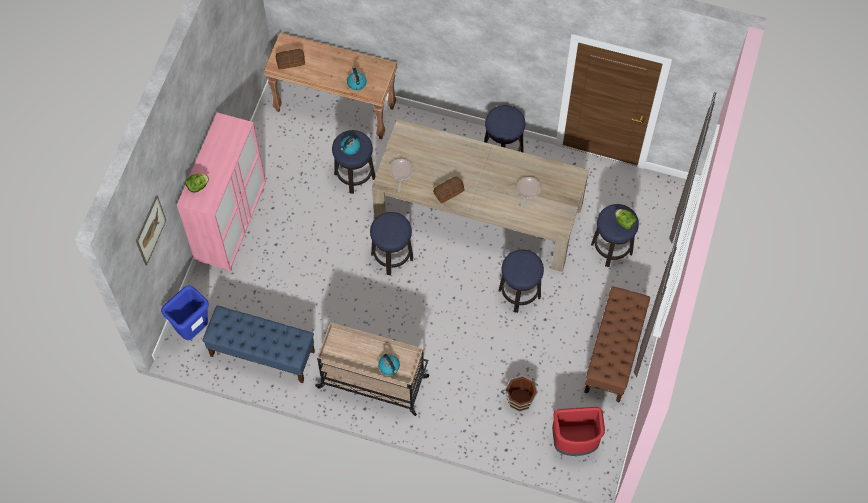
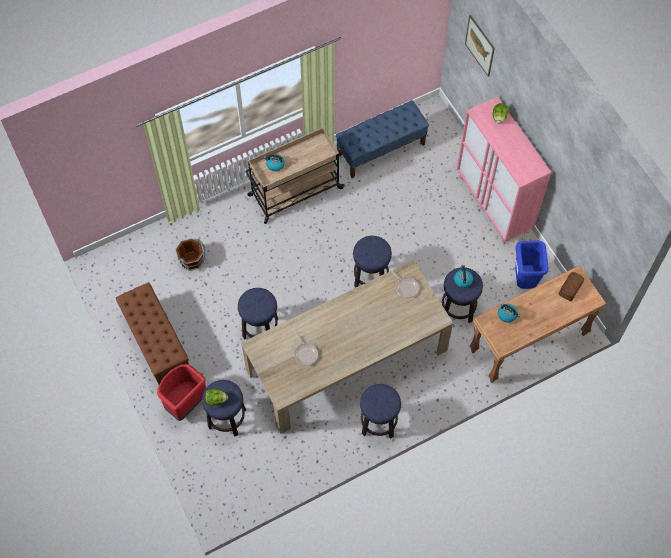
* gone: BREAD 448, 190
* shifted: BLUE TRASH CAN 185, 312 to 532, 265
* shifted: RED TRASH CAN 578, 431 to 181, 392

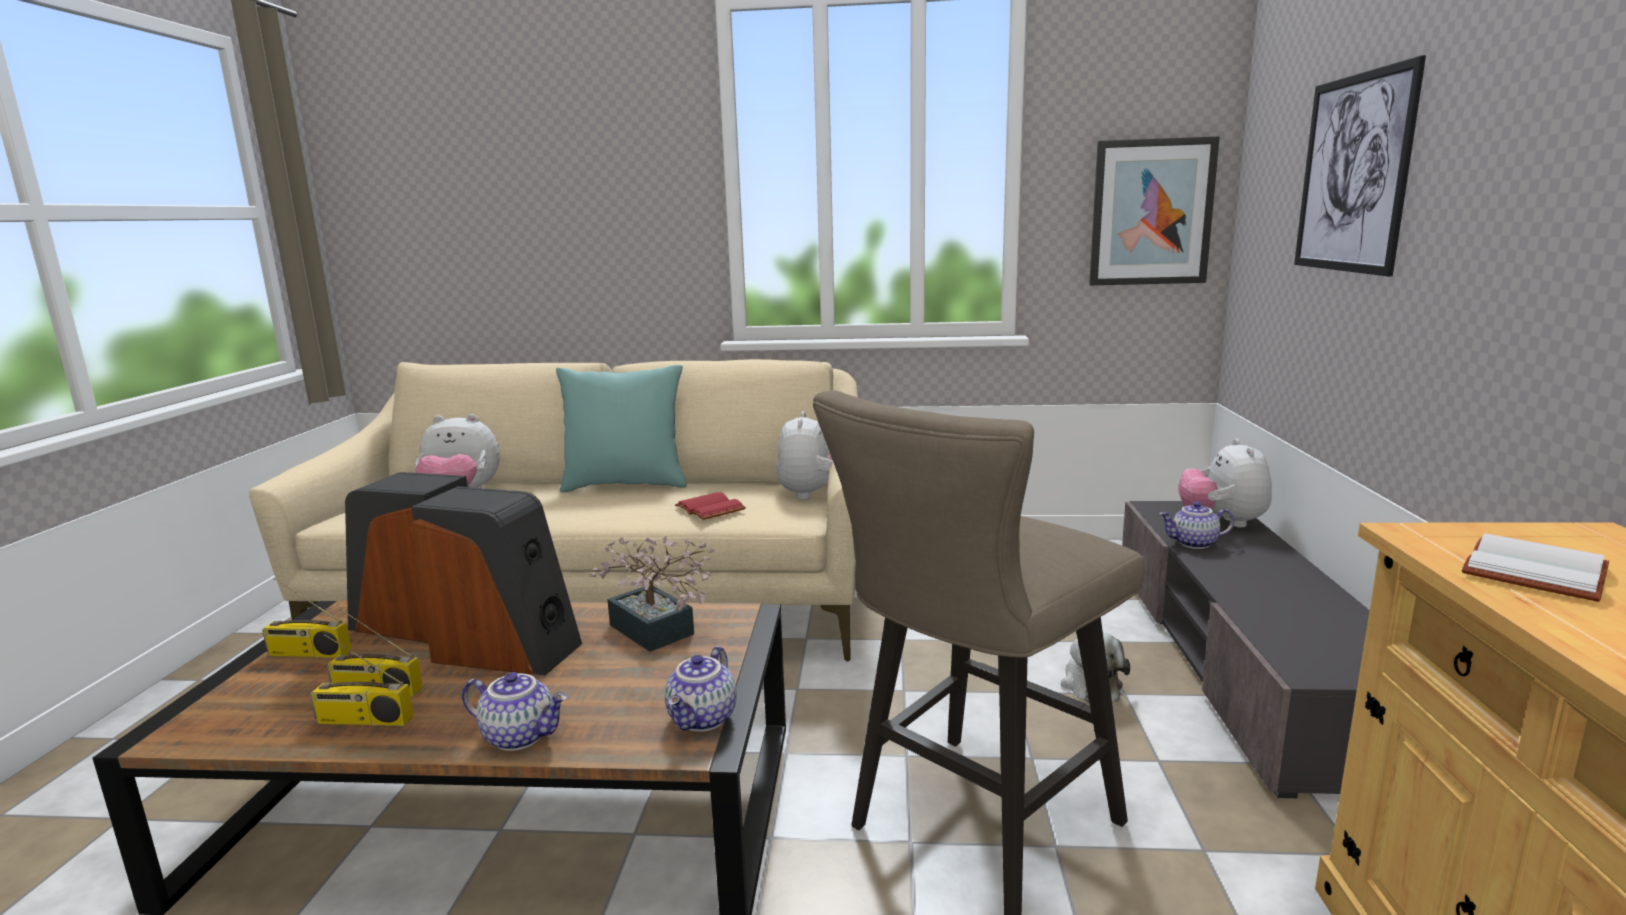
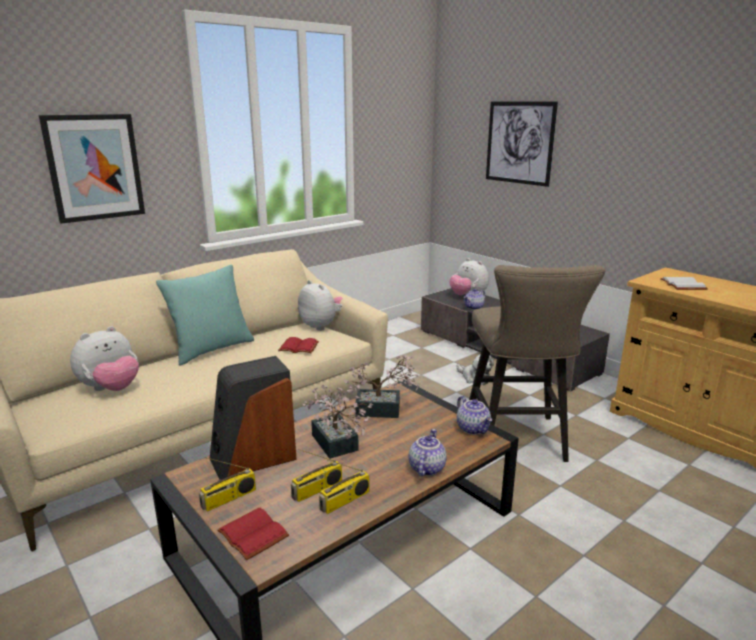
* new: RED BOOK 253, 534
* shifted: PICTURE 1154, 210 to 92, 169
* swapped: SPEAKER 496, 581 to POTTED PLANT 338, 422
* rotated: TEAPOT 514, 711 = 428, 452 45 degrees counterclockwise

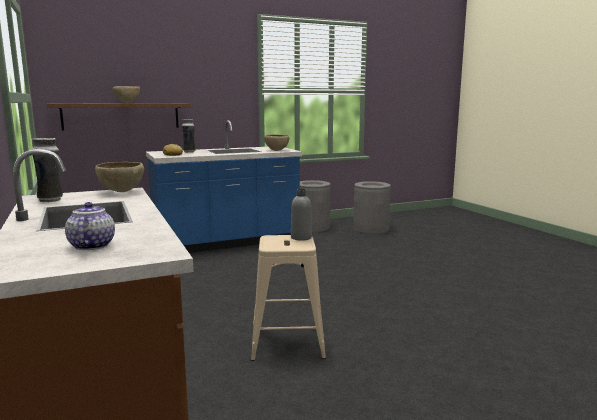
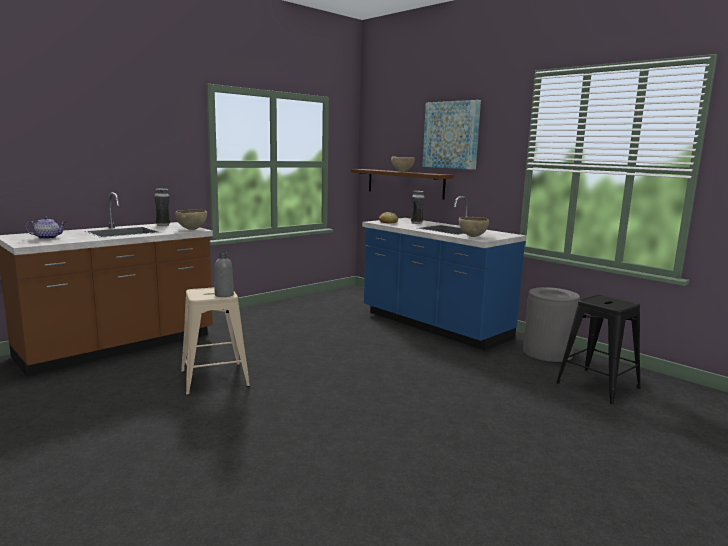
* new: PICTURE 451, 135
* swapped: GREY TRASH CAN 372, 207 to BLACK STOOL 598, 349

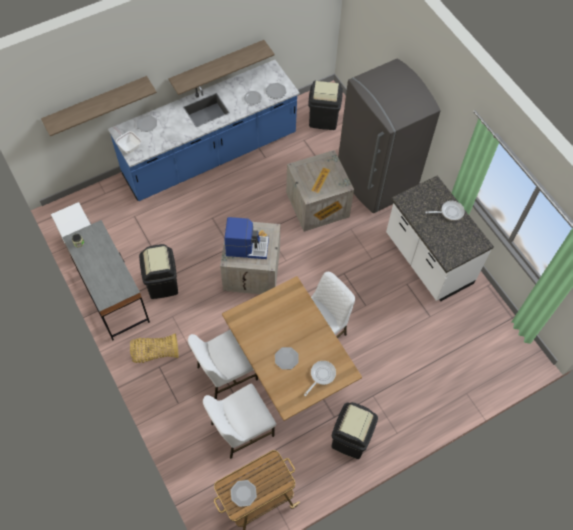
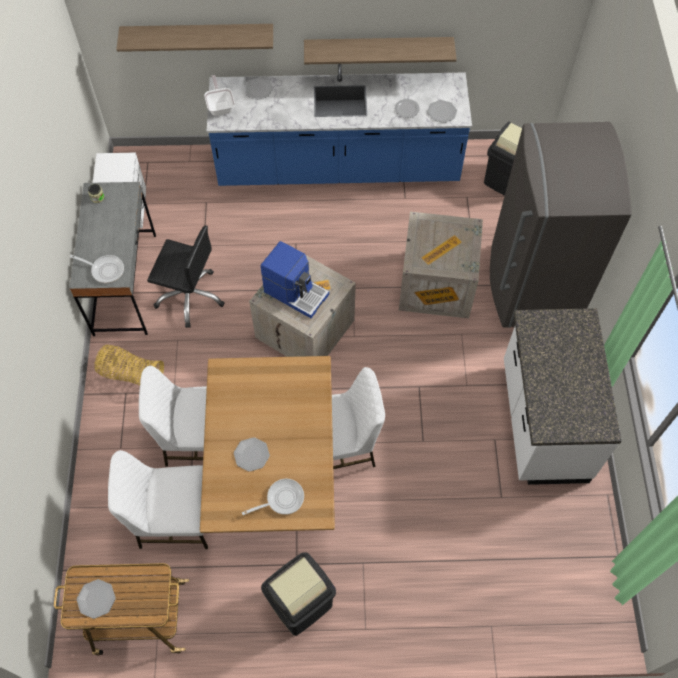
* shifted: FRYING PAN 445, 211 to 97, 269
* swapped: BLACK TRASH CAN 158, 271 to BLACK OFFICE CHAIR 186, 276

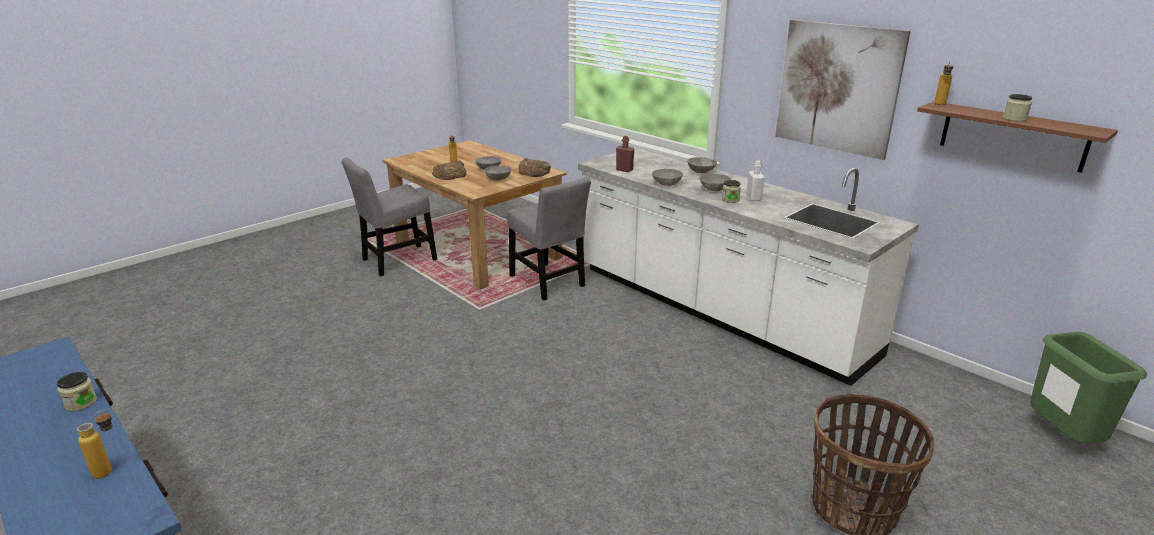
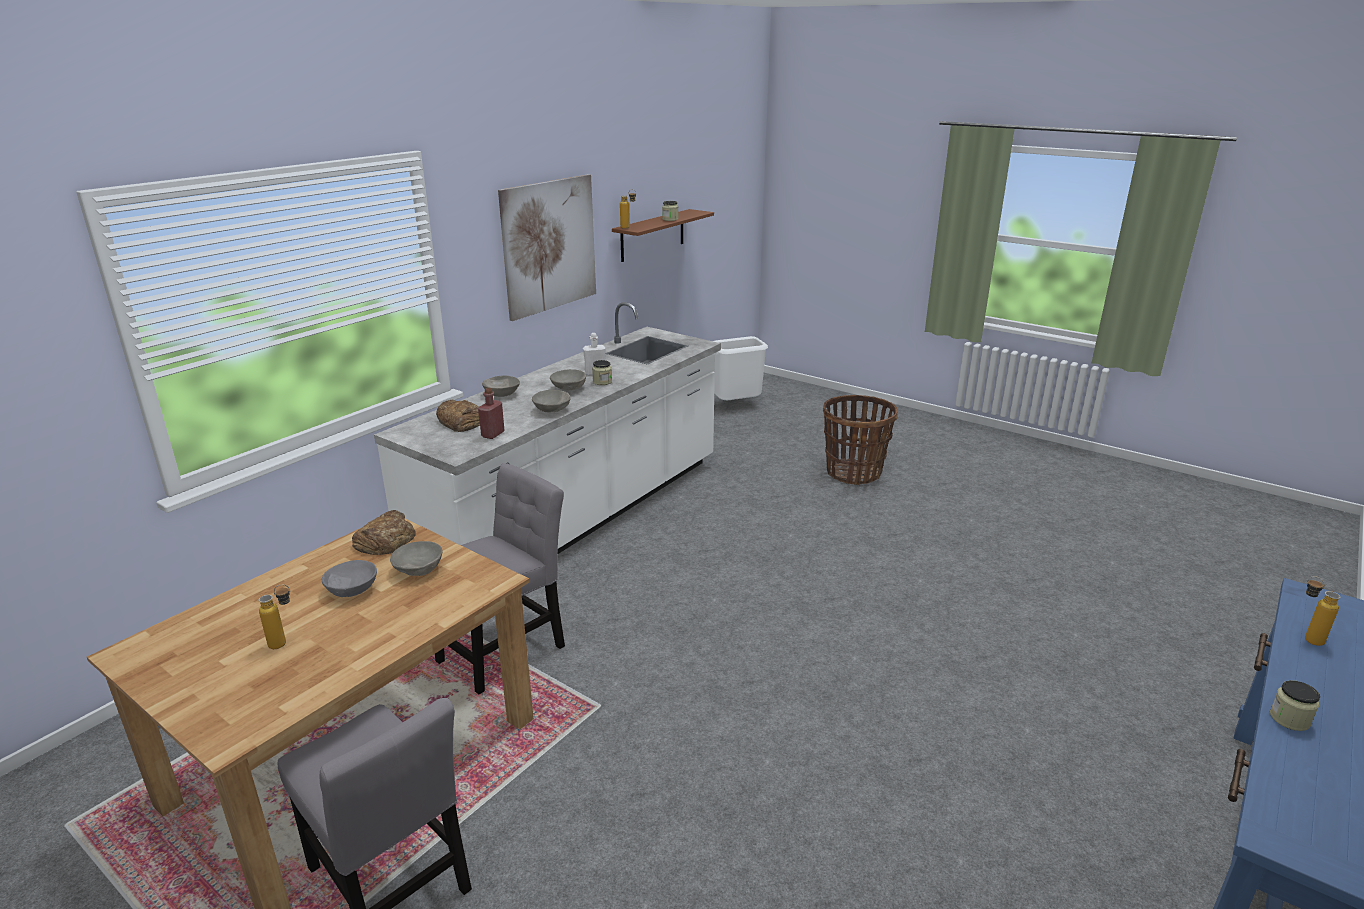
* shifted: BREAD 449, 170 to 458, 416
* repainted: GREEN TRASH CAN 1088, 387 to WHITE TRASH CAN 740, 368

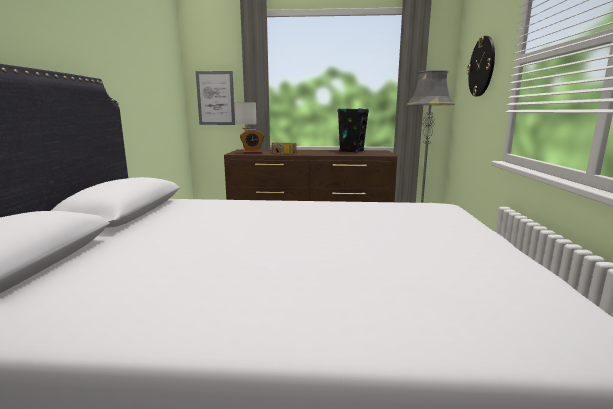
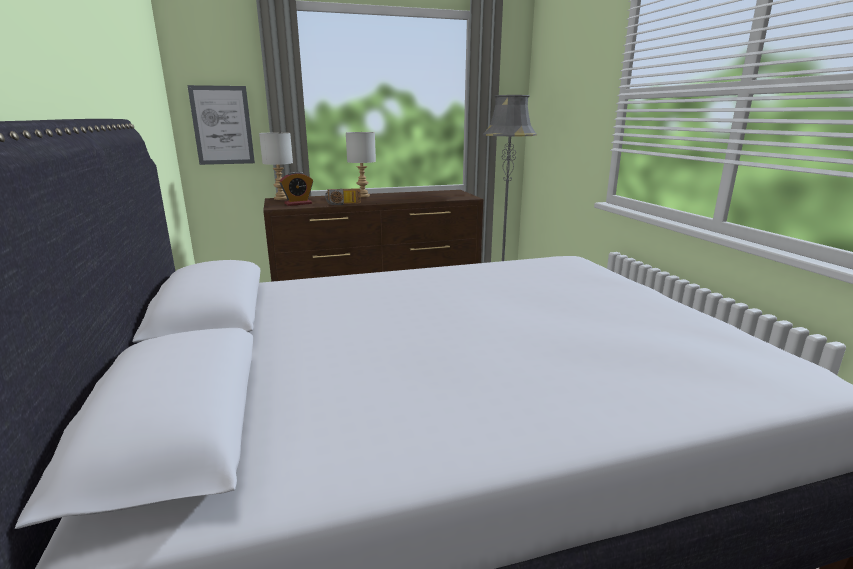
* gone: BLACK SPEAKER 353, 130
* gone: WALL CLOCK 481, 66
* new: GREY TABLE LAMP 361, 164

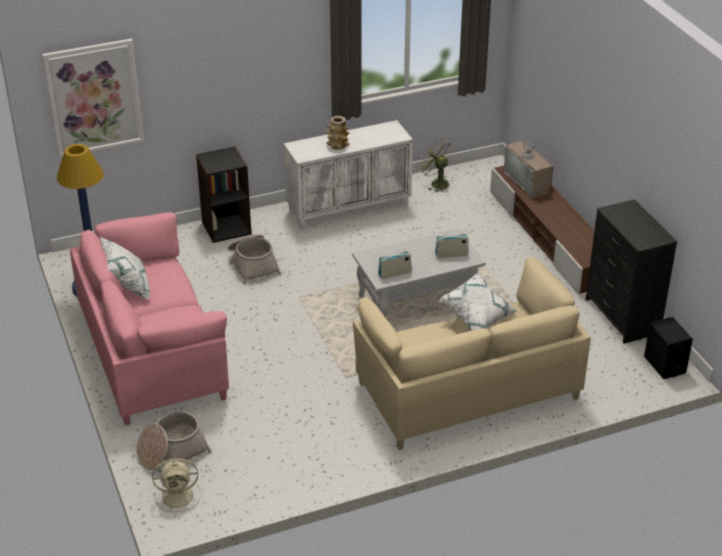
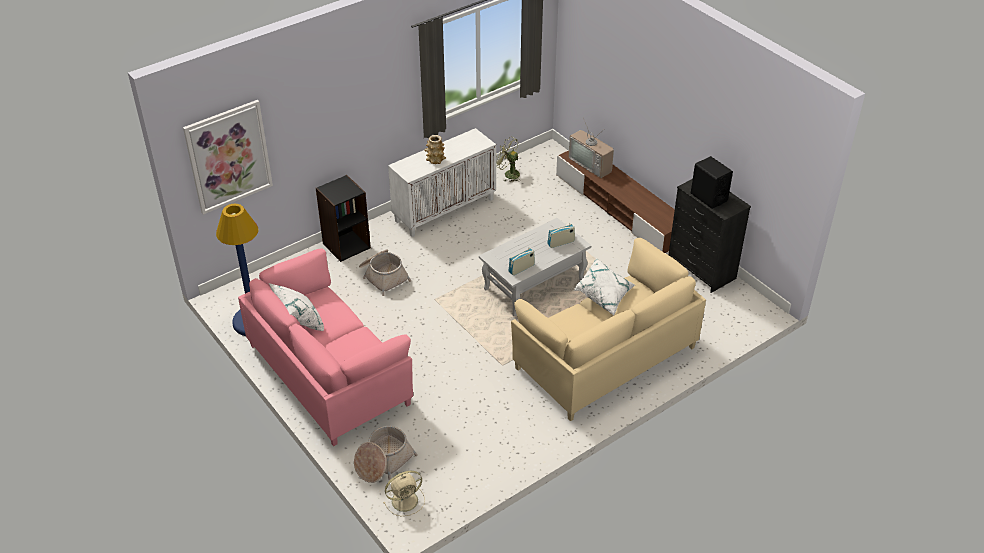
* shifted: BLACK SPEAKER 668, 348 to 712, 182

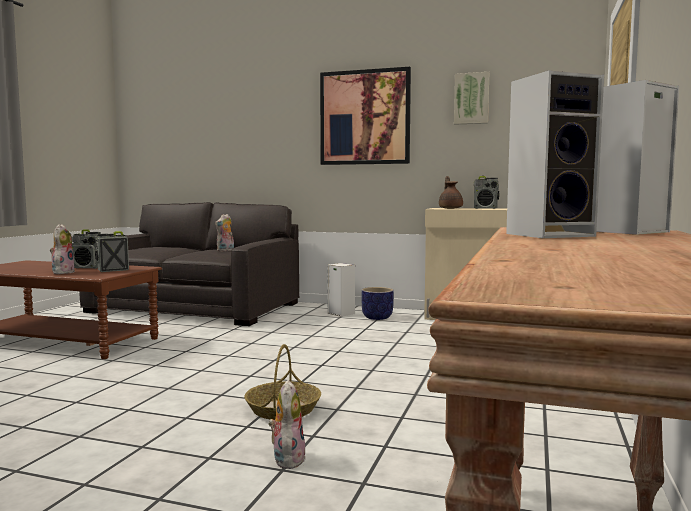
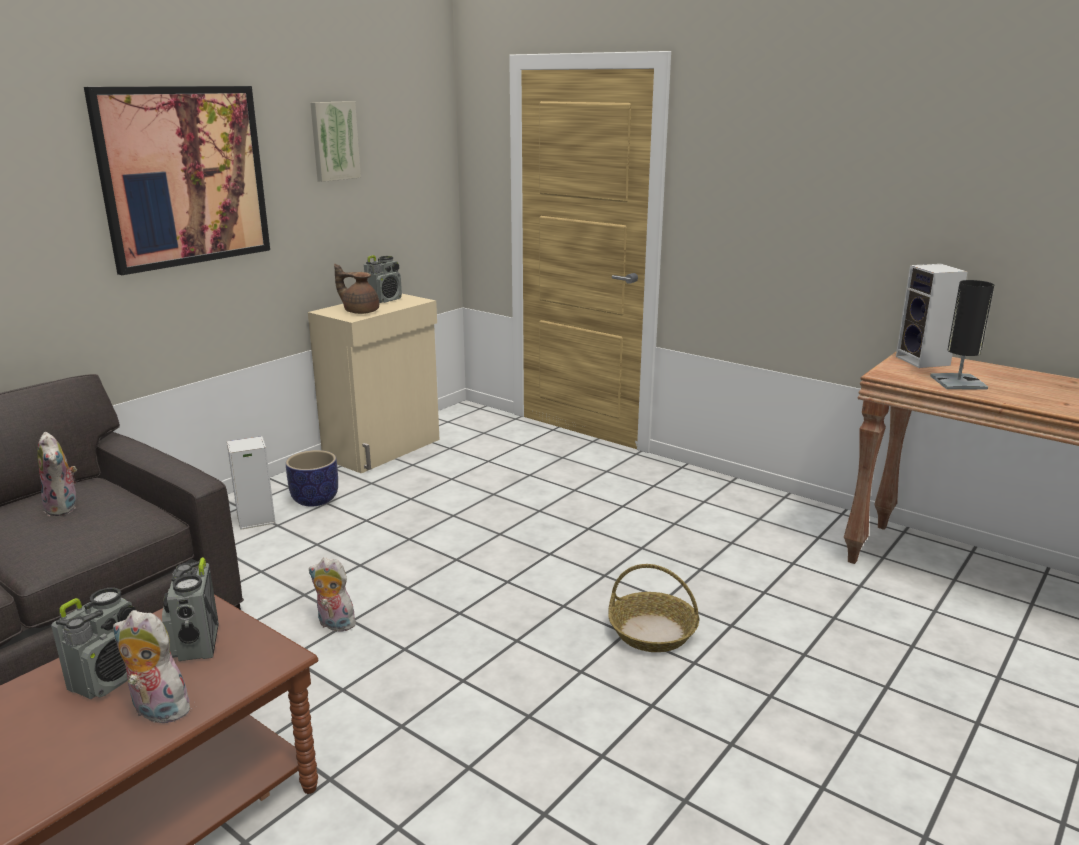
* shifted: PLUSH TOY 287, 424 to 332, 594
* swapped: SPEAKER 555, 154 to BLACK TABLE LAMP 962, 335

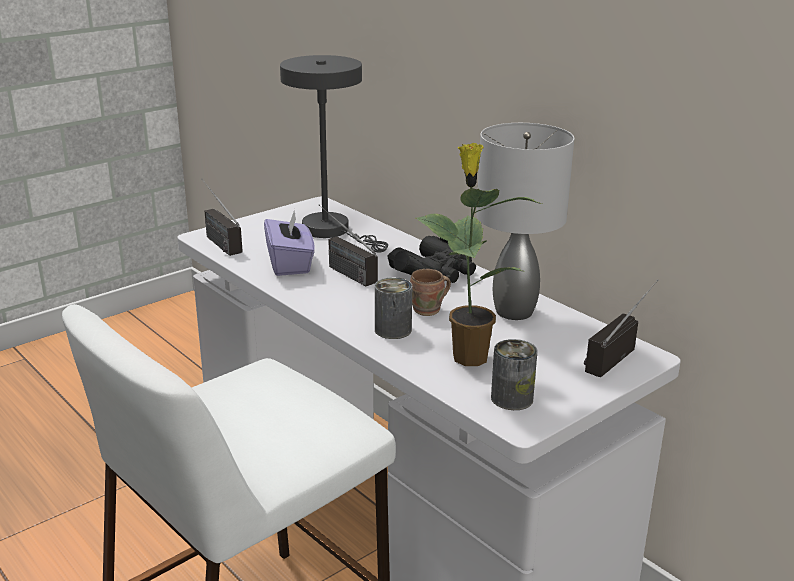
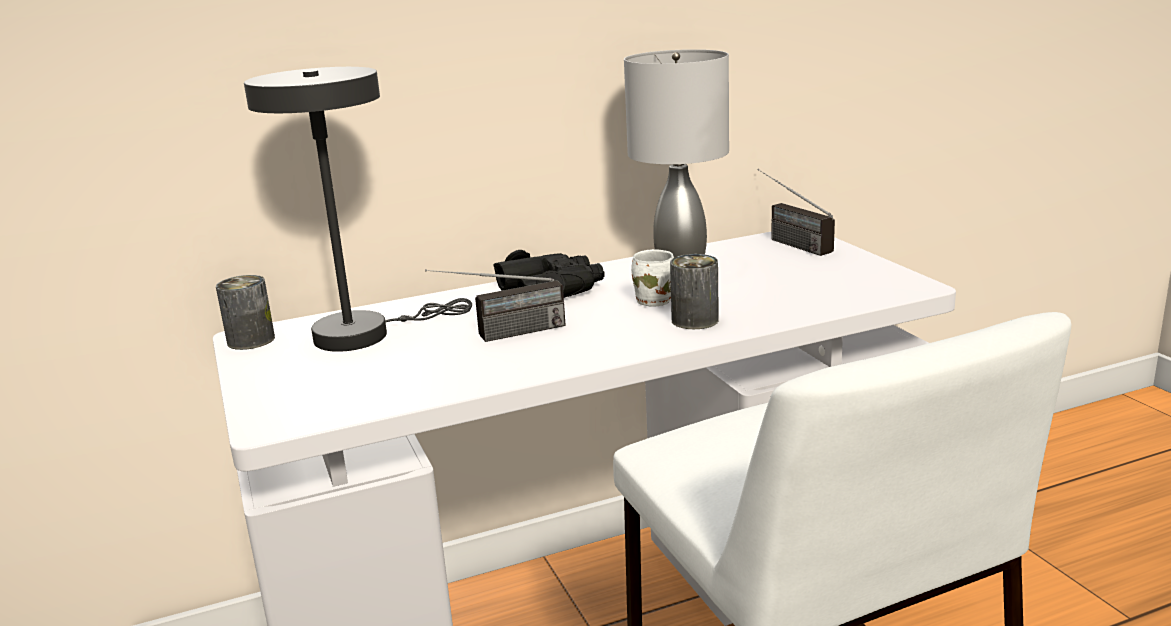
* gone: RADIO 222, 217
* gone: PURPLE TISSUE BOX 289, 242
* gone: POTTED PLANT 478, 254
* shifted: CAN 514, 374 to 245, 312
* repainted: BROWN MUG 430, 292 to WHITE MUG 652, 278

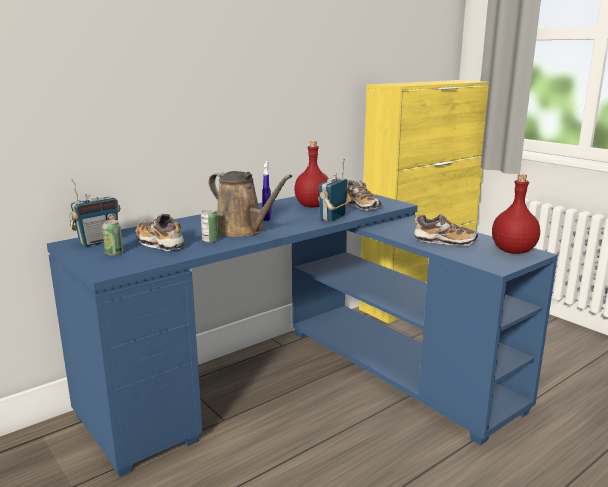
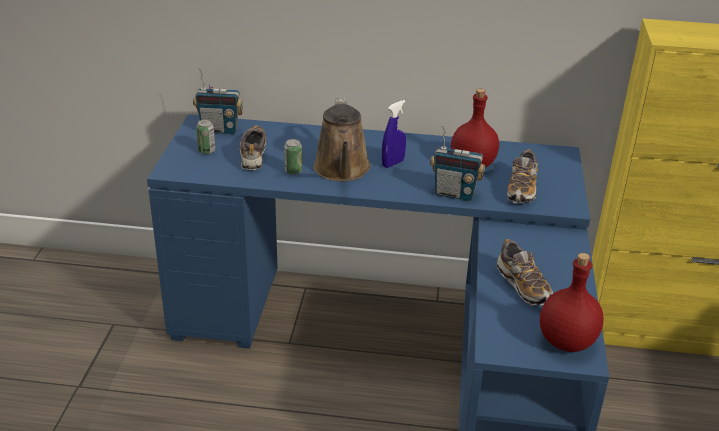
* rotated: RADIO 334, 190 = 457, 163 150 degrees counterclockwise

